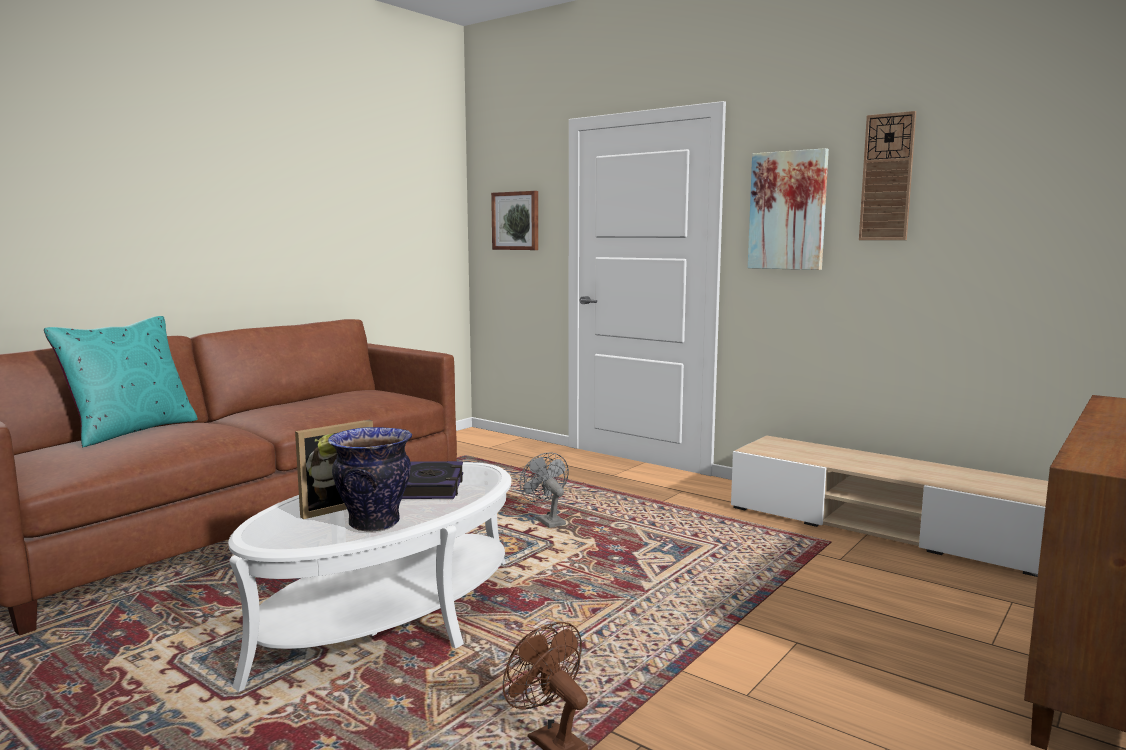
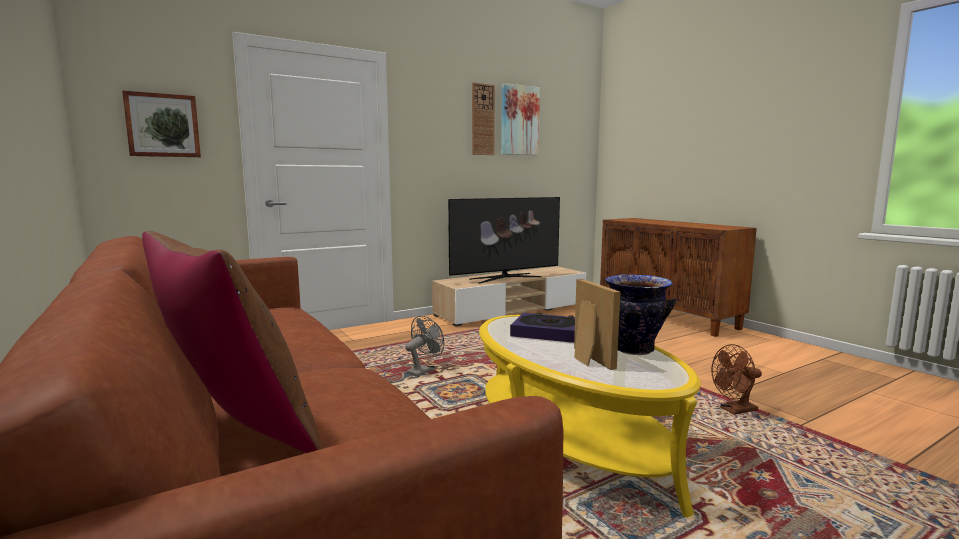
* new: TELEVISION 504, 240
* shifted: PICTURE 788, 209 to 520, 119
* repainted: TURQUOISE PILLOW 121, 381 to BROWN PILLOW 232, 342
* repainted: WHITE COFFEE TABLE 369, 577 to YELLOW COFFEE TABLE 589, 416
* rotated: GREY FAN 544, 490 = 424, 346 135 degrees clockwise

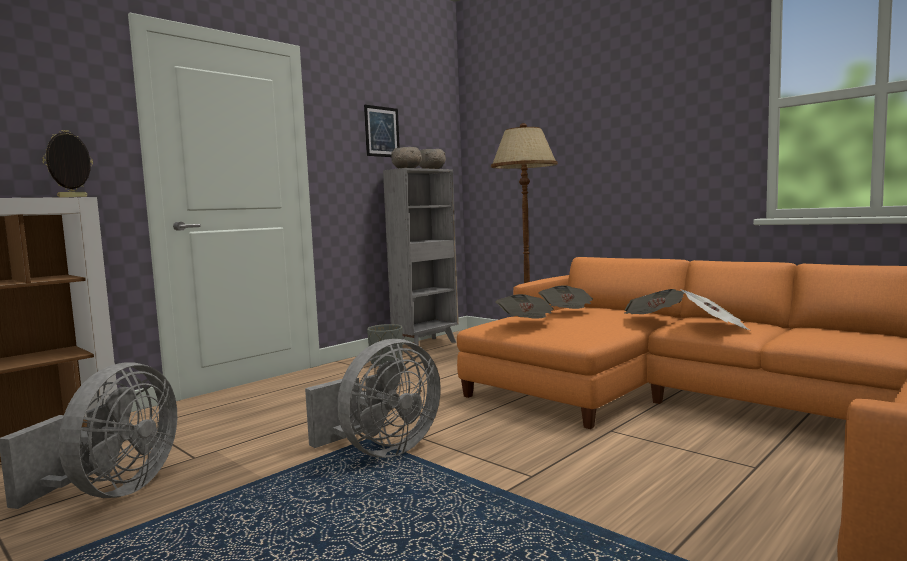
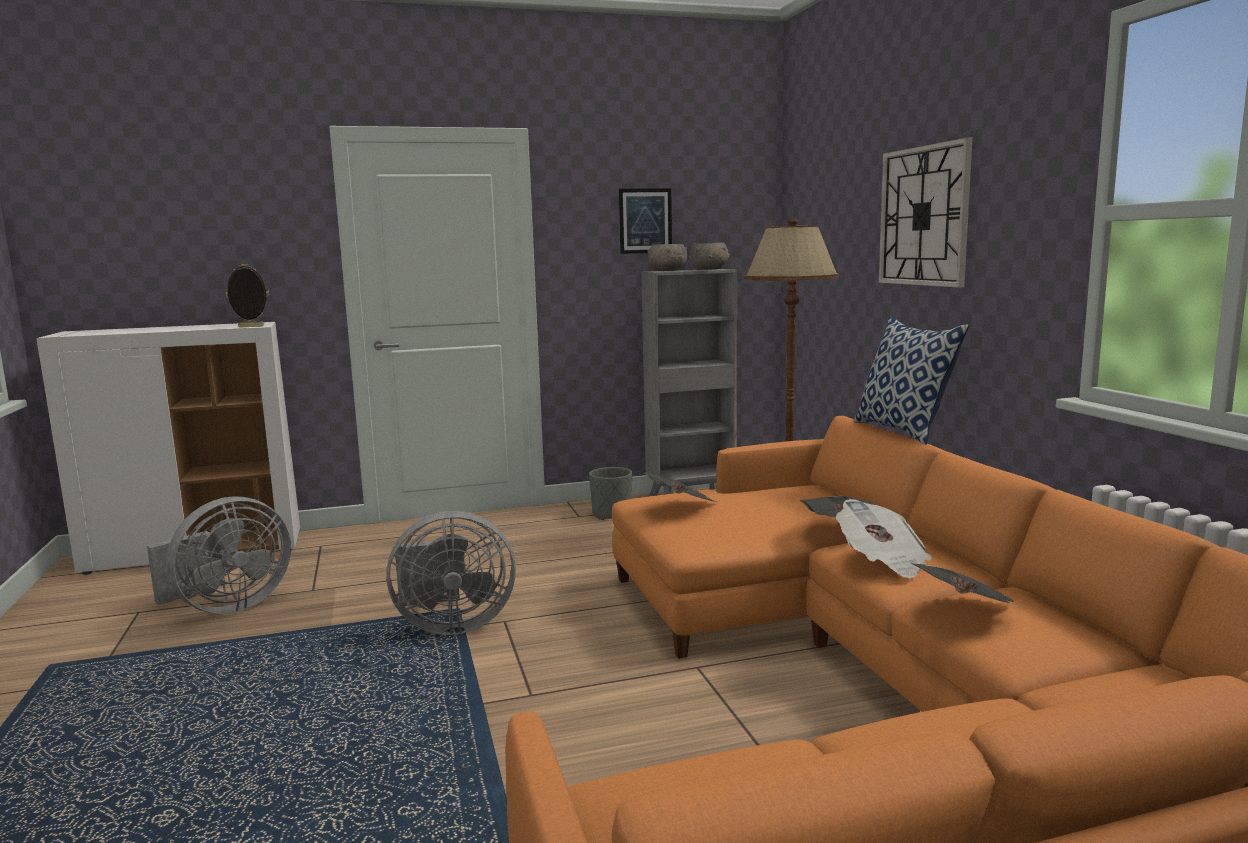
* new: PILLOW 911, 380
* new: WALL CLOCK 925, 213
* shifted: NEWSPAPER 565, 297 to 962, 583

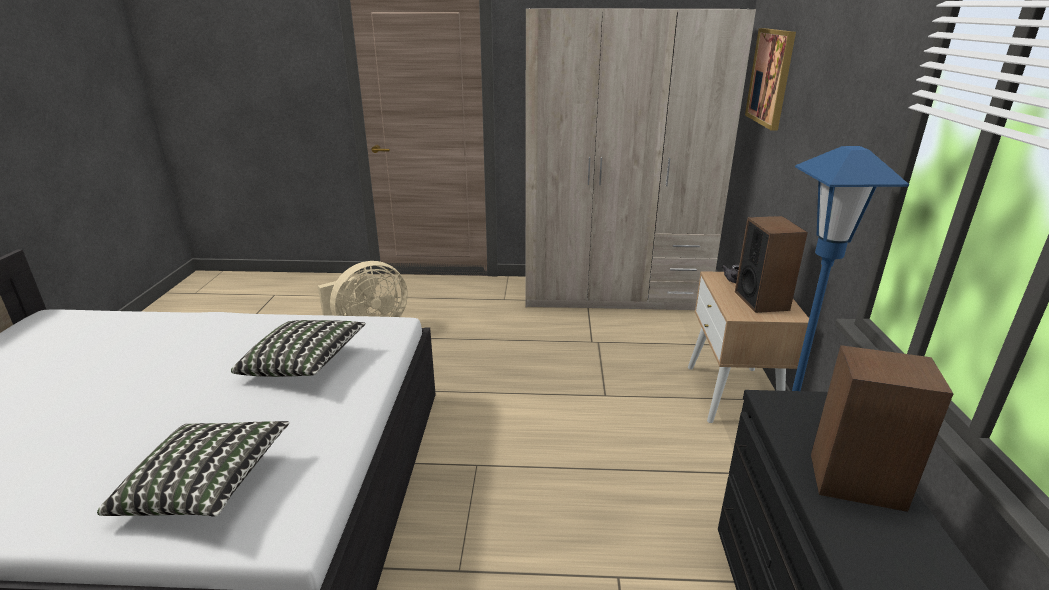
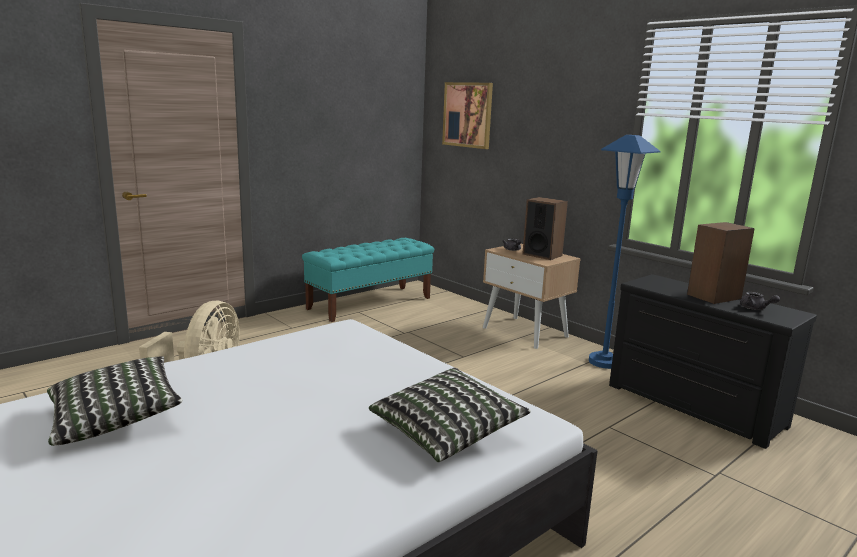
* new: GREY TEAPOT 760, 301
* shifted: PILLOW 298, 348 to 115, 401
* swapped: BEIGE WARDROBE 640, 159 to TURQUOISE BENCH 368, 280

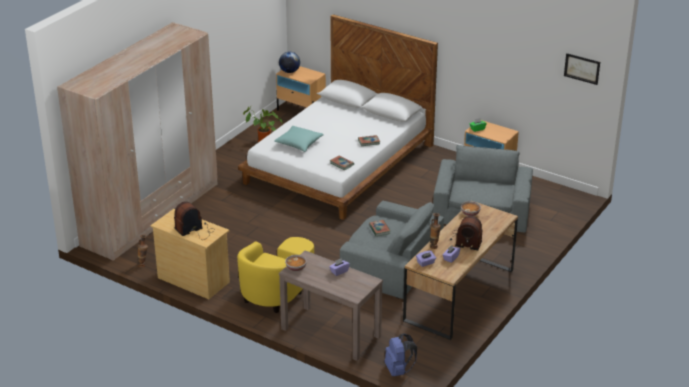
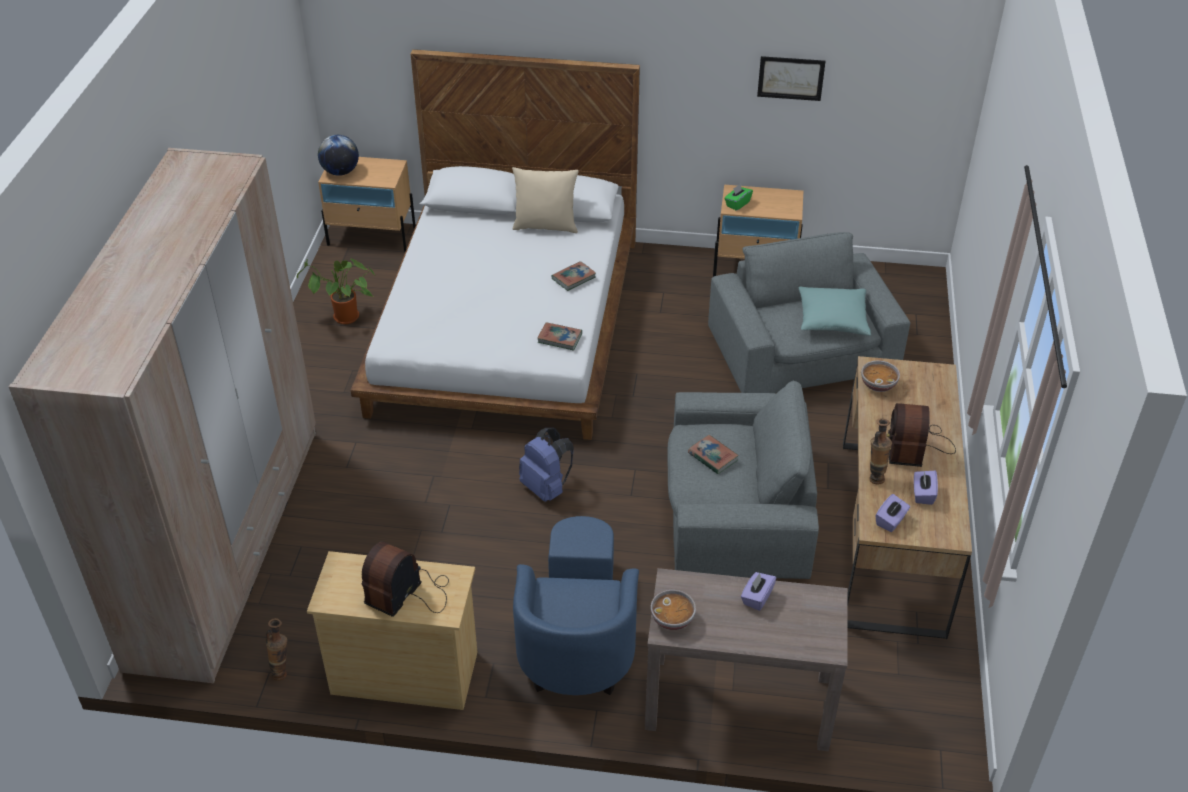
* new: BEIGE PILLOW 545, 200
* shifted: TURQUOISE PILLOW 299, 139 to 835, 311
* shifted: BLUE BACKPACK 400, 355 to 546, 465
* shifted: PICTURE 582, 69 to 791, 78
* repainted: YELLOW ARMCHAIR 275, 275 to BLUE ARMCHAIR 576, 605
* rotated: RADIO 466, 233 = 921, 435 105 degrees clockwise

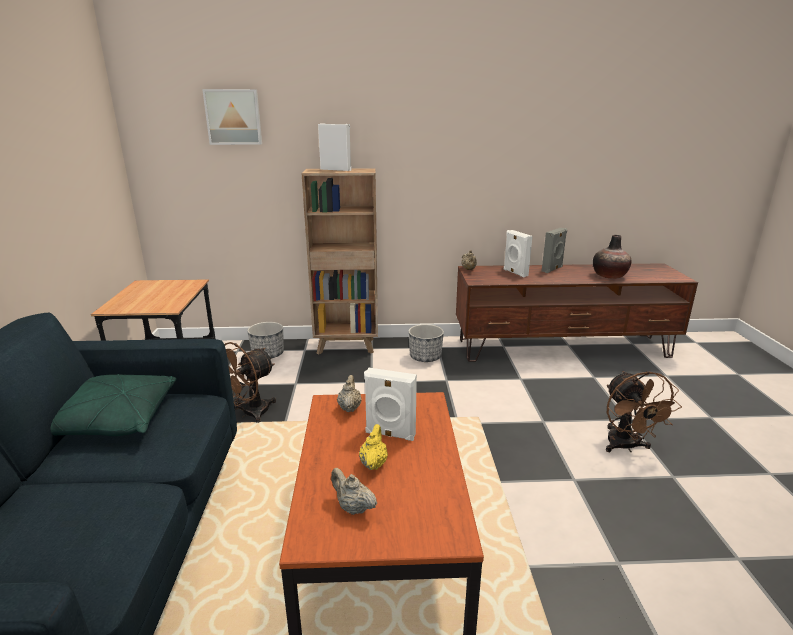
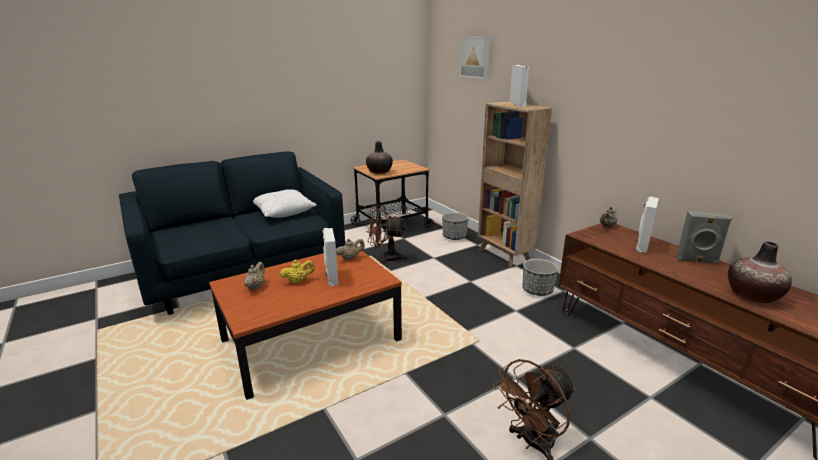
* new: VASE 379, 157
* repainted: GREEN PILLOW 113, 405 to WHITE PILLOW 285, 203

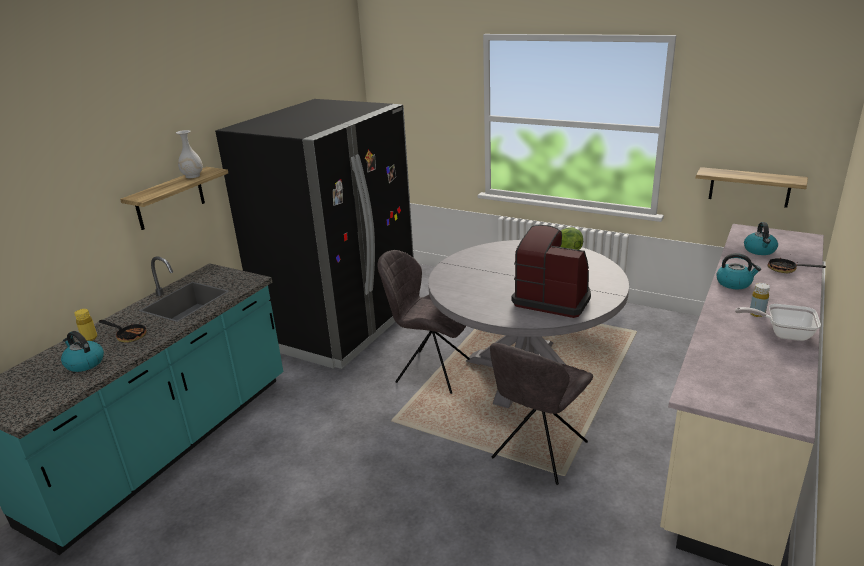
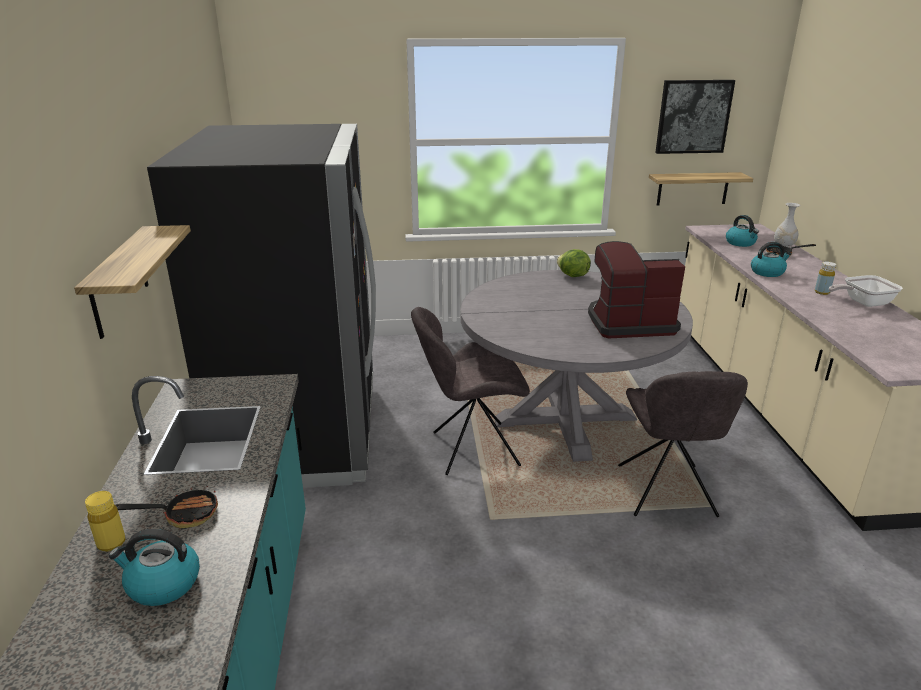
* new: PICTURE 695, 117
* shifted: WHITE VASE 189, 154 to 787, 225

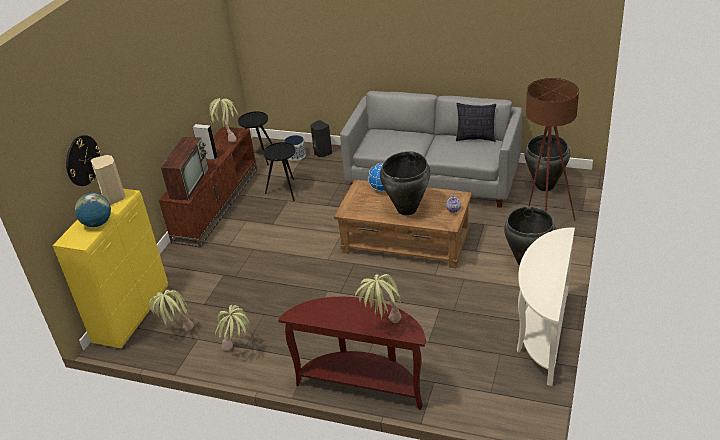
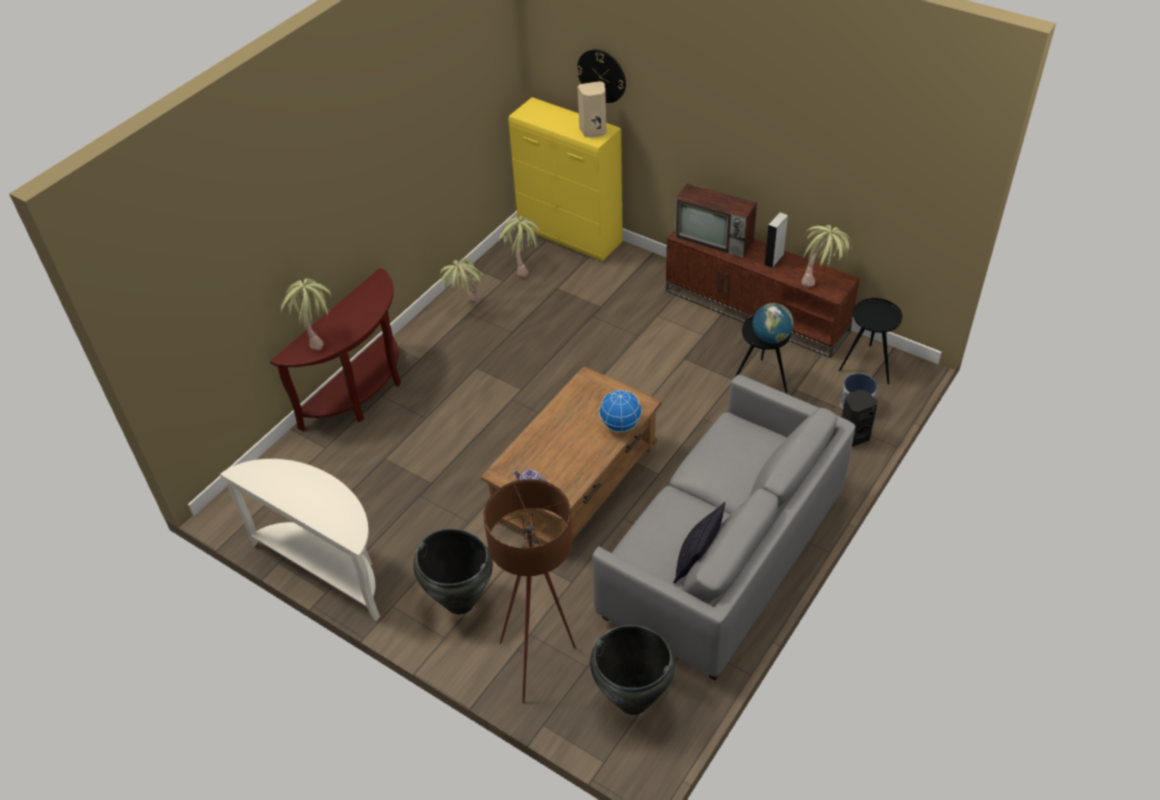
* gone: BLACK VASE 405, 183
* shifted: GLOBE 93, 210 to 773, 323

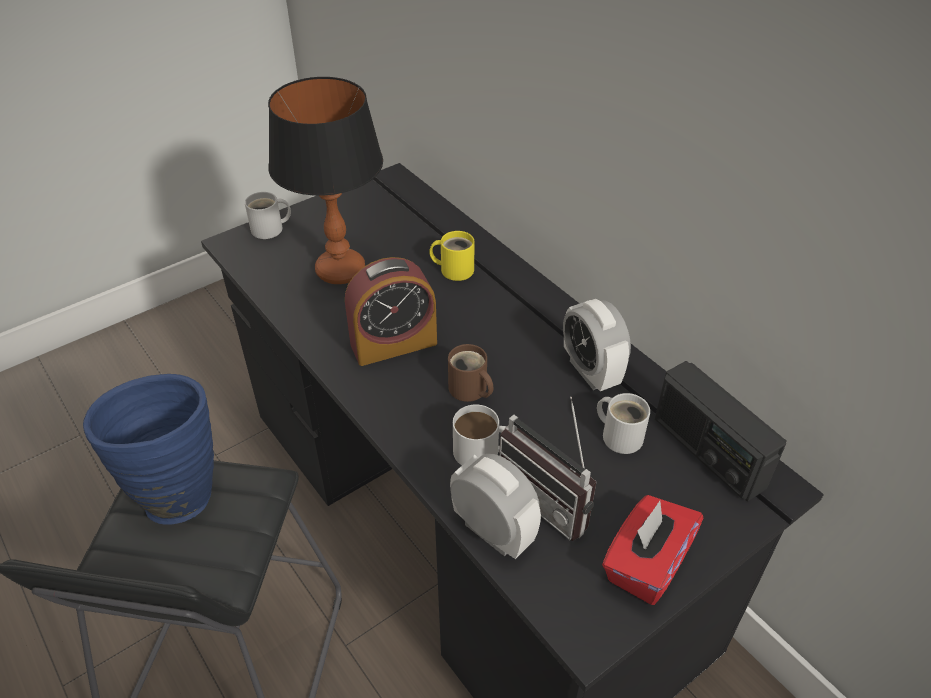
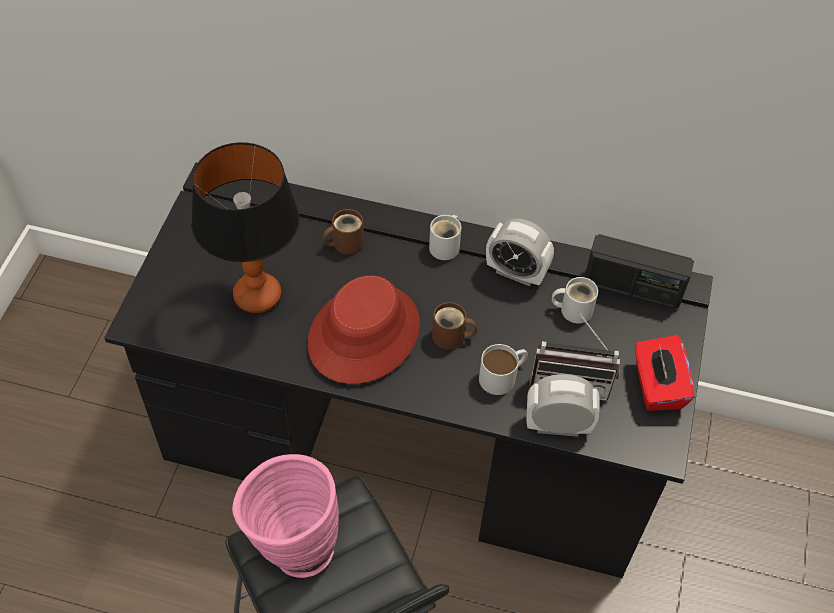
* shifted: WHITE MUG 268, 215 to 445, 237
* swapped: ALARM CLOCK 391, 311 to RED HAT 363, 329
* repainted: BLUE VASE 148, 449 to PINK VASE 285, 516
* repainted: YELLOW MUG 452, 256 to BROWN MUG 343, 231

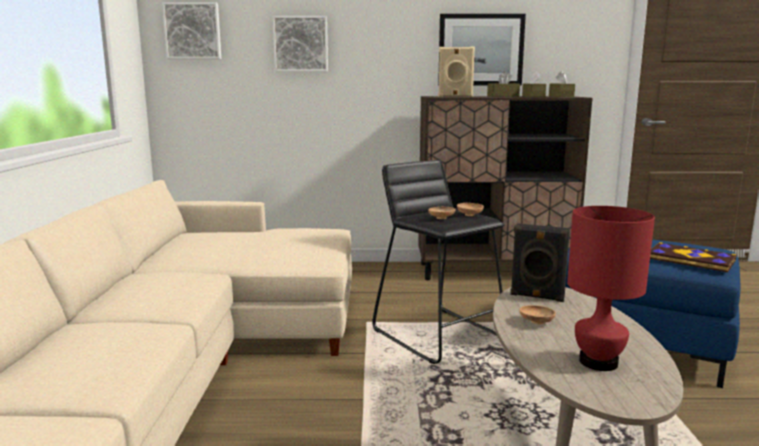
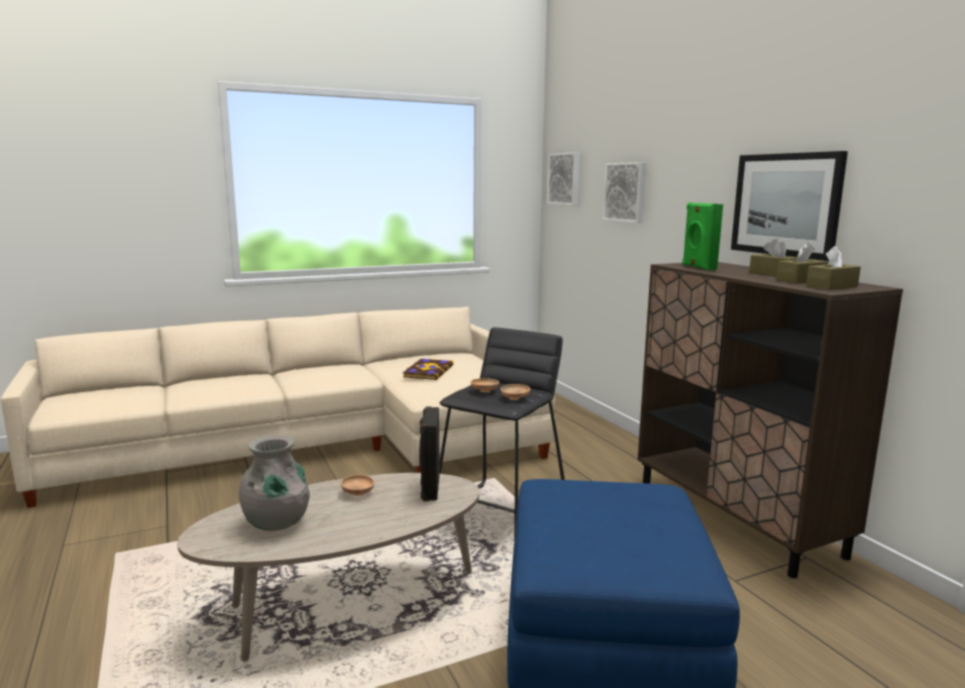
* shifted: BOOK 693, 257 to 428, 369
* swapped: RED TABLE LAMP 611, 288 to GREY VASE 274, 483
* repainted: BEIGE SPEAKER 456, 71 to GREEN SPEAKER 702, 236

